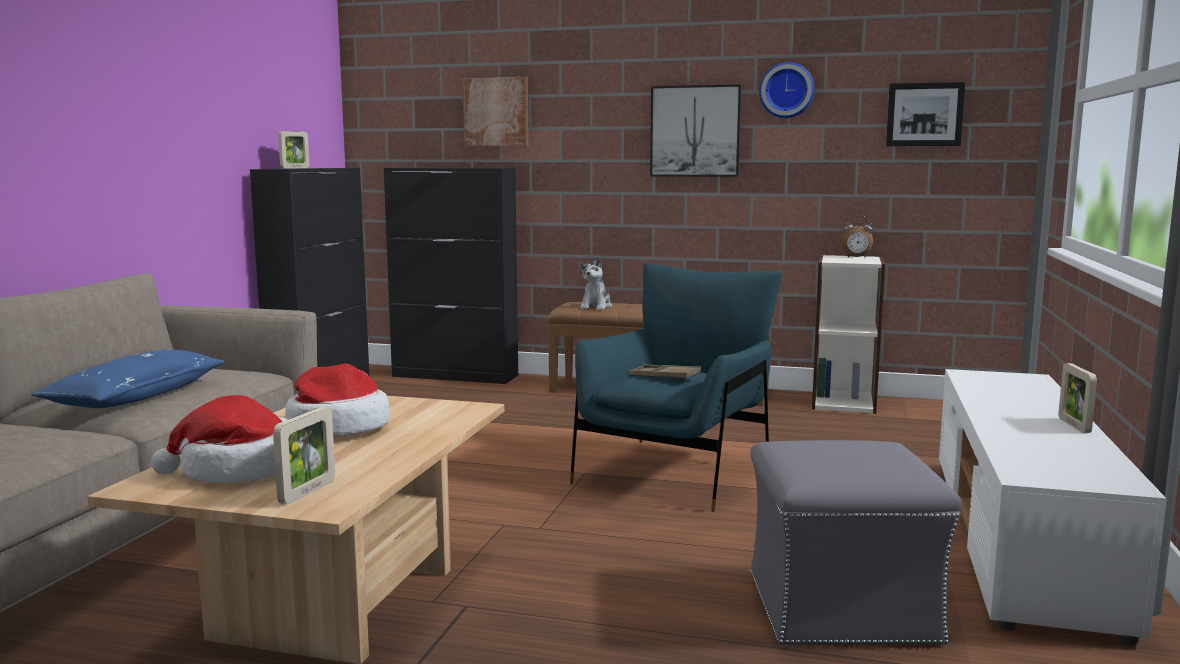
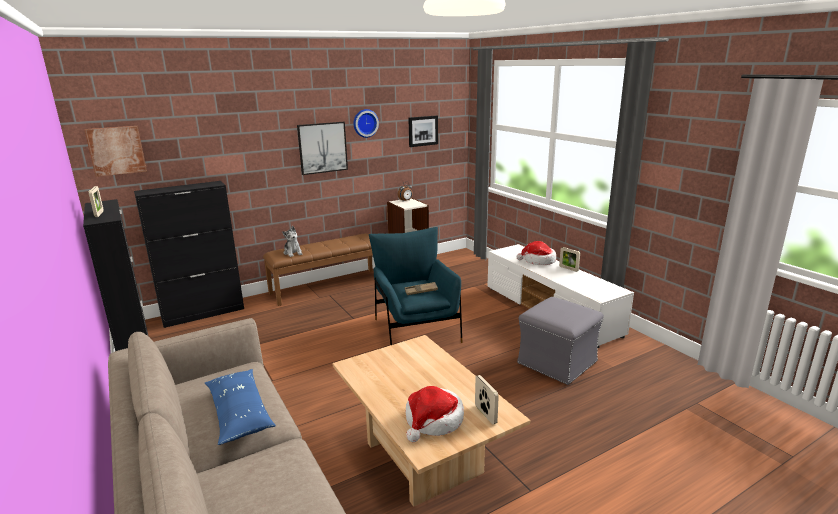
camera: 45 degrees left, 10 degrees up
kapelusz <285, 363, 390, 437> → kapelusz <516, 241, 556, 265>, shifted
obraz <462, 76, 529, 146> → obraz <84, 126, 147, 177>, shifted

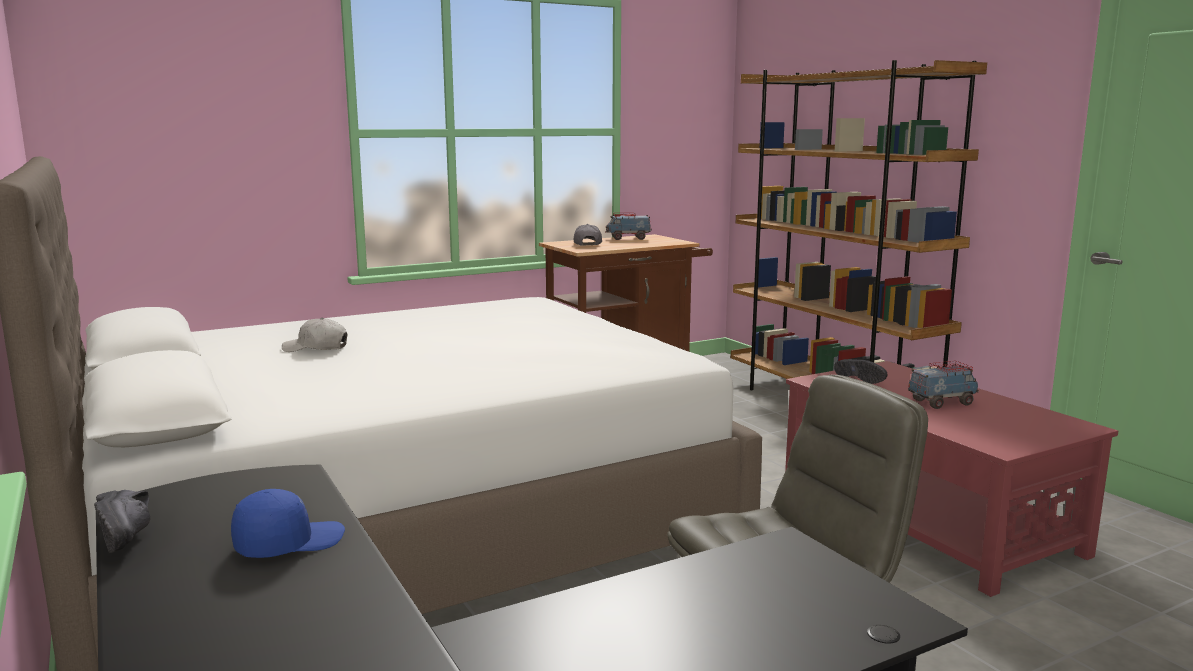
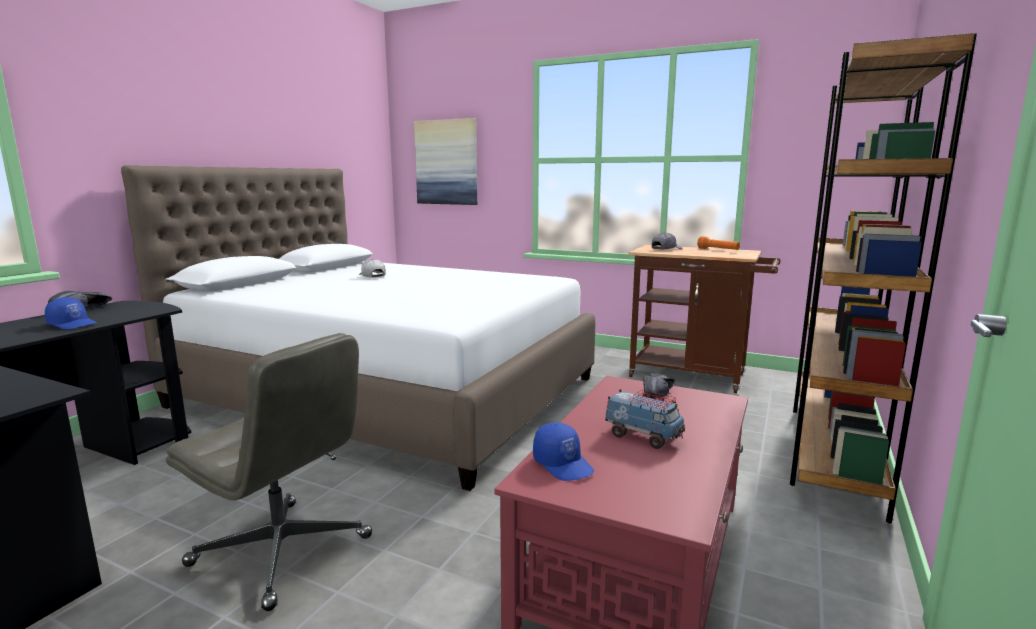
camera: 55 degrees right, 0 degrees up
ciężarówka zabawkowa <605, 212, 652, 240> → latarka [pomarańczowy] <697, 236, 740, 250>
- → obraz <414, 118, 477, 205>
- → czapka z daszkiem [niebieski] <533, 422, 594, 481>

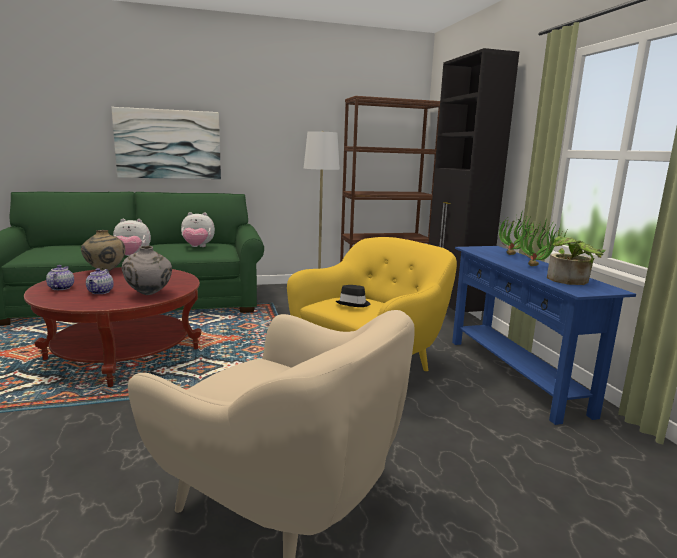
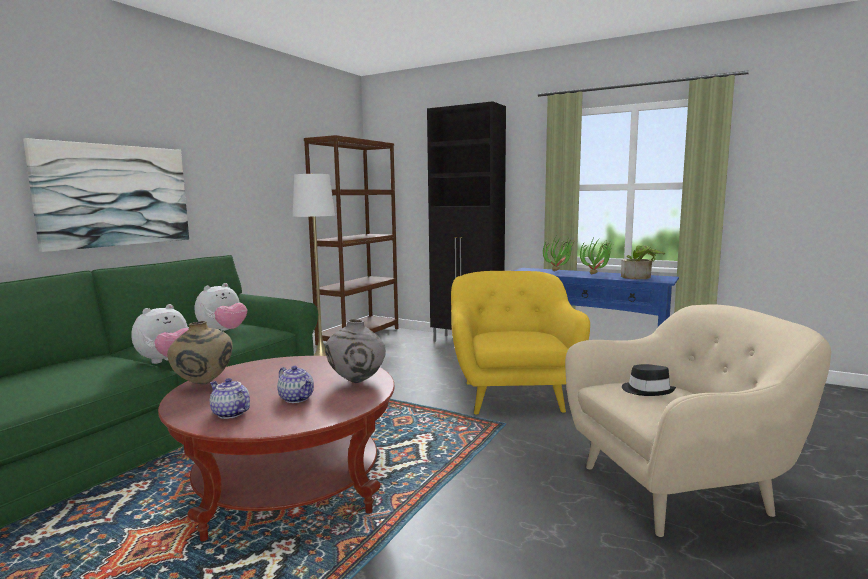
camera: 45 degrees left, 5 degrees down
kapelusz [czarny] <336, 285, 370, 307> → kapelusz [czarny] <622, 364, 676, 396>, shifted

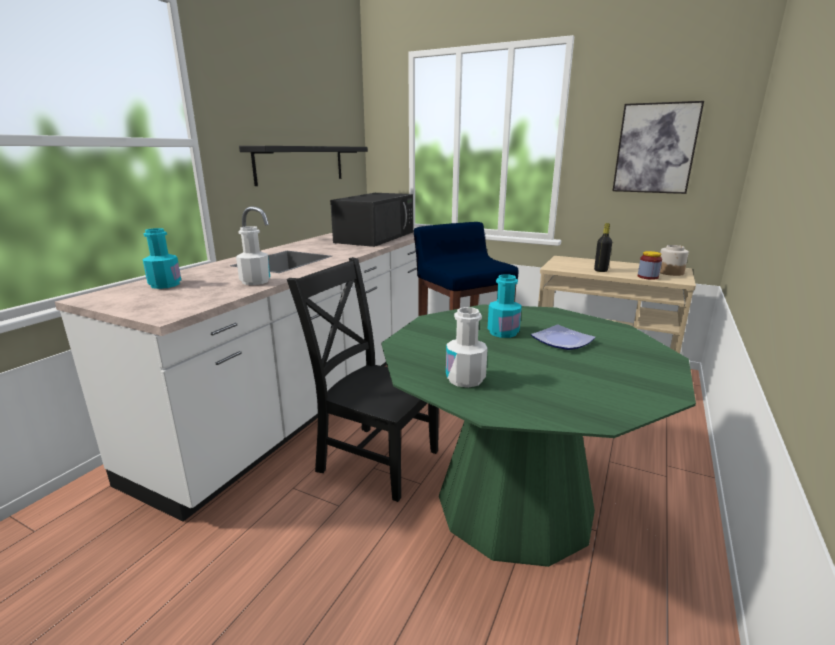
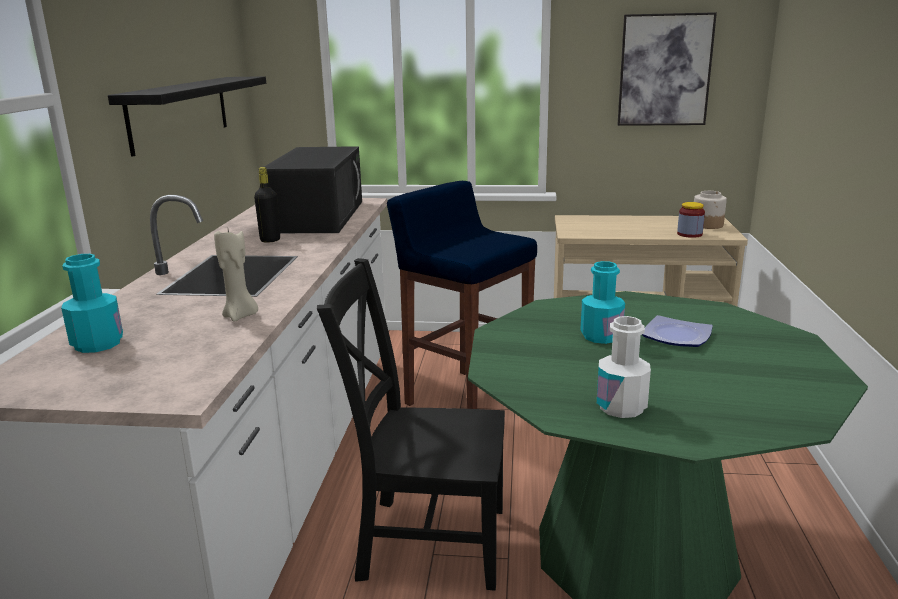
camera: 20 degrees left, 0 degrees up
butelka [biały] <236, 226, 270, 285> → świeca [beżowy] <214, 230, 258, 322>
butelka [czarny] <594, 223, 612, 272> → butelka [czarny] <254, 167, 280, 243>, shifted

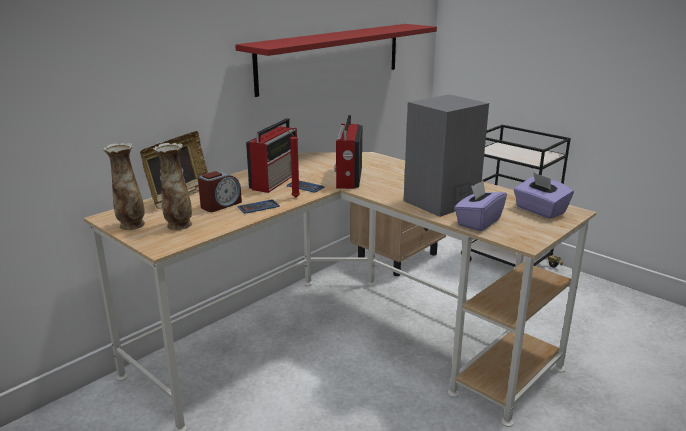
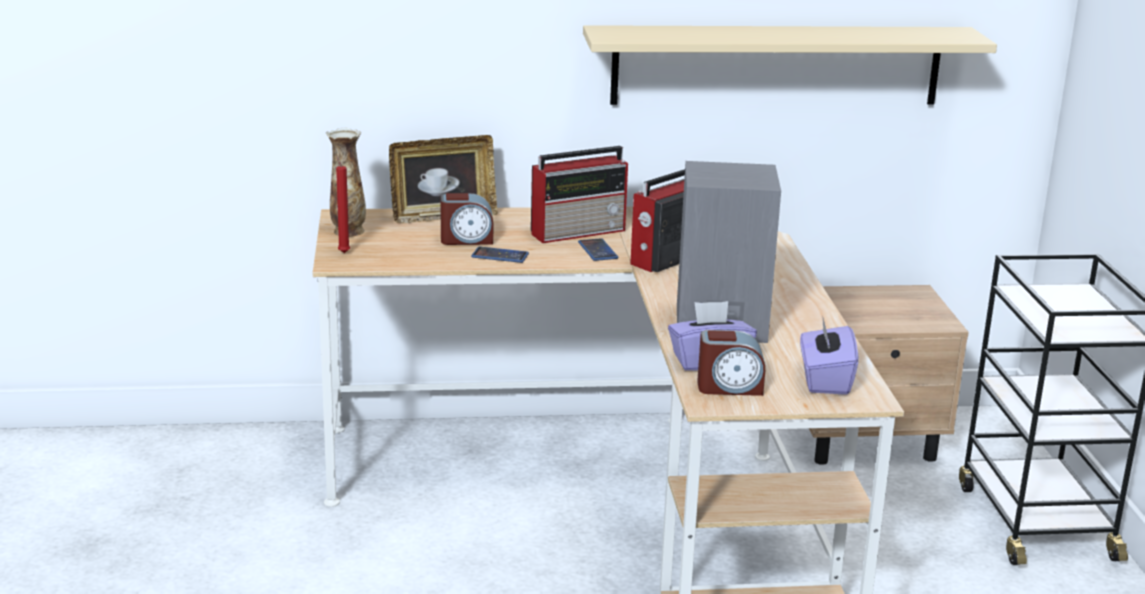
camera: 40 degrees right, 0 degrees up
wazon <153, 143, 192, 230> → -
półka [czerwony] <235, 24, 437, 97> → półka [beżowy] <583, 25, 997, 105>
świeca [czerwony] <287, 130, 300, 197> → świeca [czerwony] <336, 155, 350, 253>, shifted
- → budzik <697, 330, 765, 396>

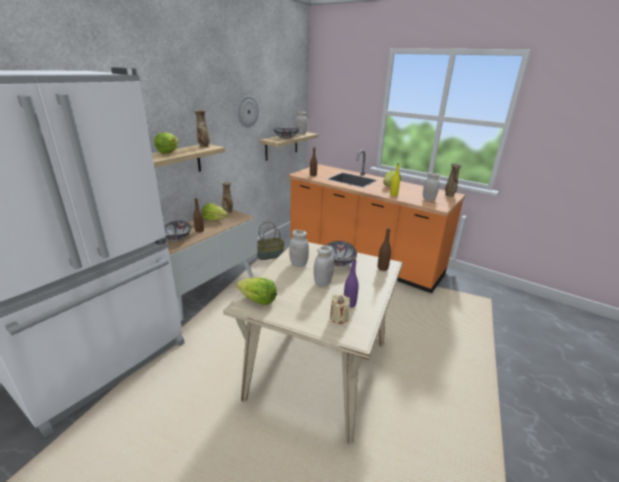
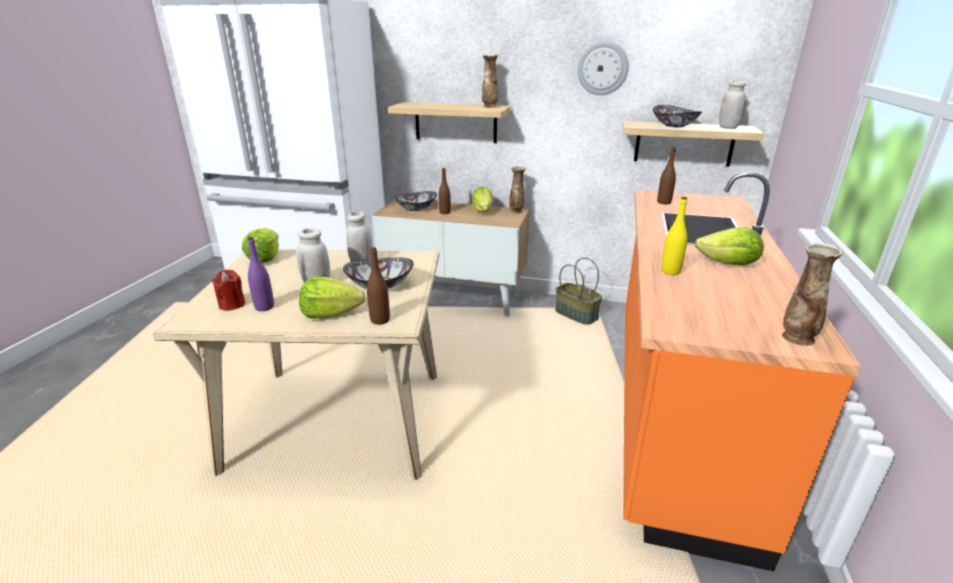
camera: 70 degrees right, 0 degrees up
sałata <154, 132, 179, 154> → sałata <299, 277, 365, 319>, shifted
świeca [beżowy] <330, 294, 350, 324> → świeca [czerwony] <211, 270, 245, 311>
słoik [biały] <423, 172, 439, 201> → -

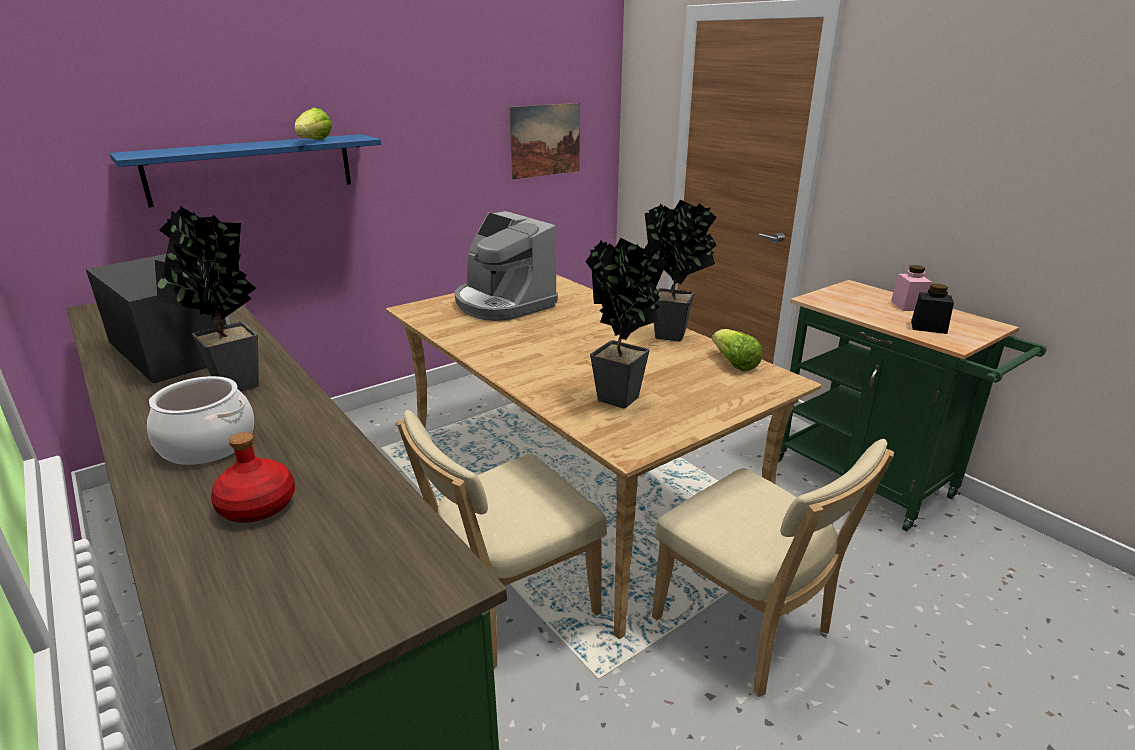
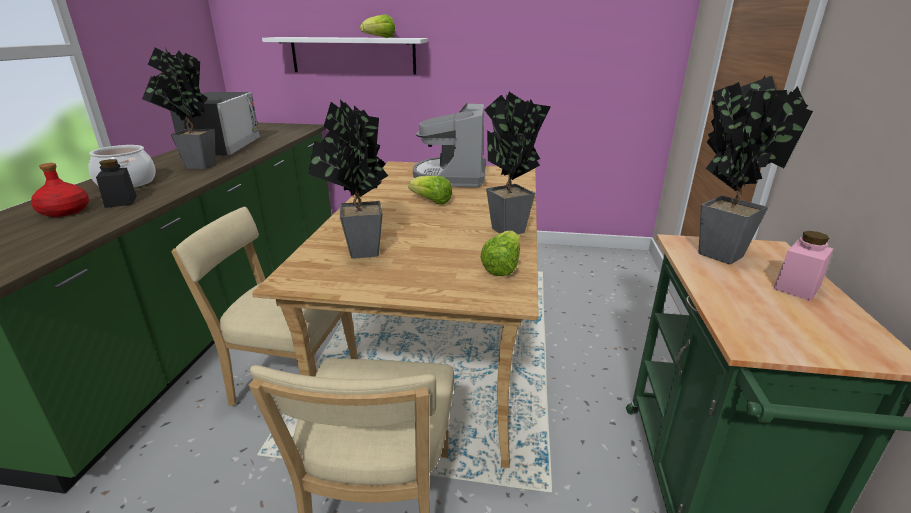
camera: 45 degrees right, 0 degrees up
półka [niebieski] <109, 134, 381, 207> → półka [biały] <262, 37, 428, 74>
obraz <509, 103, 580, 179> → -
słoik [czarny] <911, 284, 954, 334> → słoik [czarny] <96, 159, 137, 208>, shifted
- → sałata <408, 176, 452, 205>
- → roślina doniczkowa <699, 76, 813, 264>

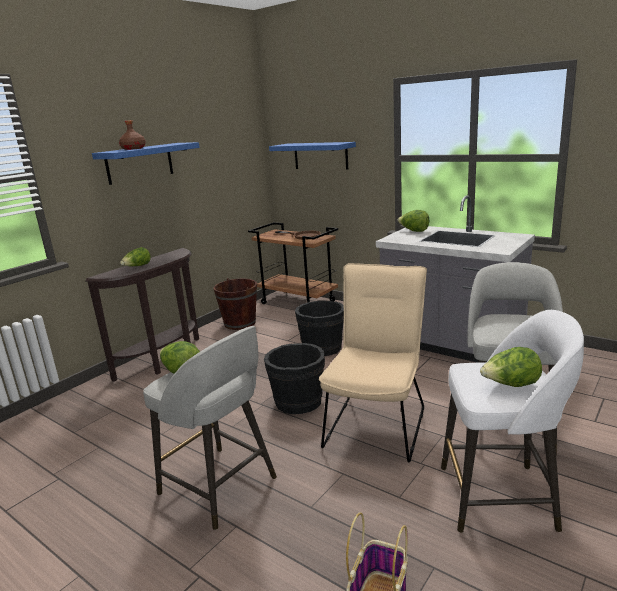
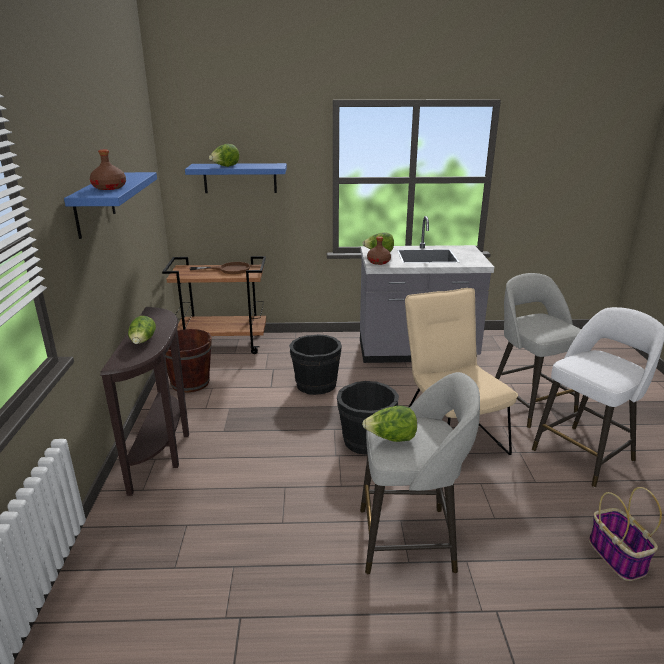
camera: 40 degrees left, 5 degrees up
sałata <480, 347, 542, 387> → sałata <209, 144, 240, 167>, shifted
- → butelka [brązowy] <367, 236, 391, 265>

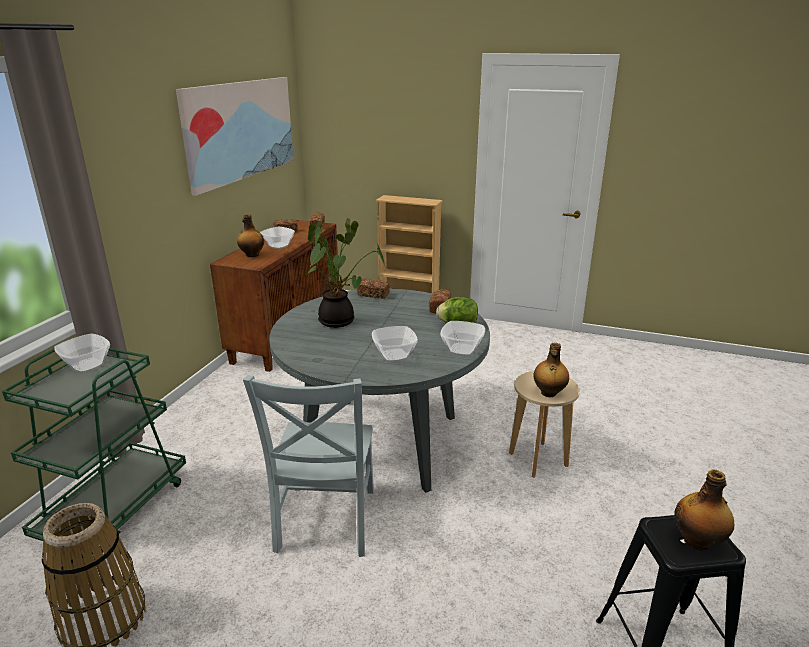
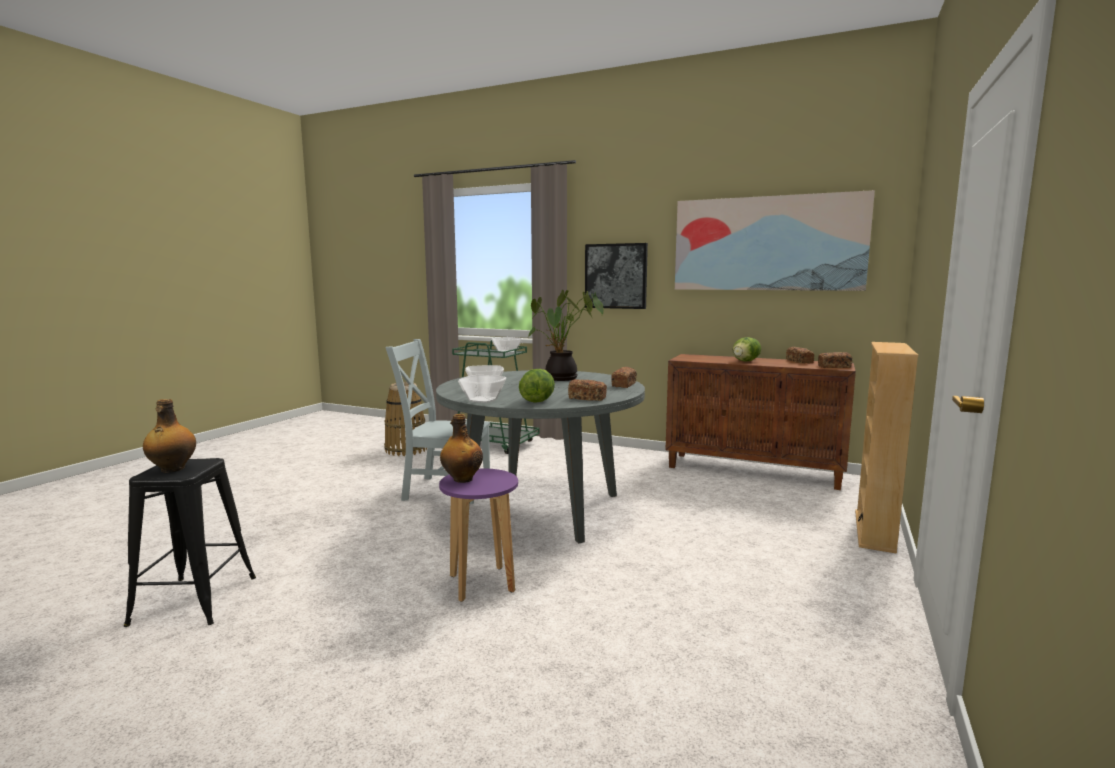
camera: 95 degrees right, 15 degrees down
butelka <237, 214, 264, 257> → -
miska <260, 227, 295, 249> → sałata <733, 337, 761, 361>
stołek [beżowy] <509, 371, 580, 478> → stołek [fioletowy] <439, 469, 518, 602>
- → obraz <585, 243, 648, 309>

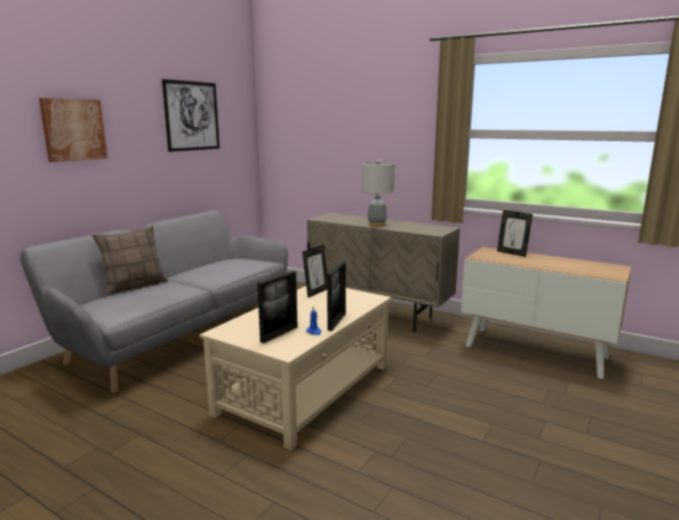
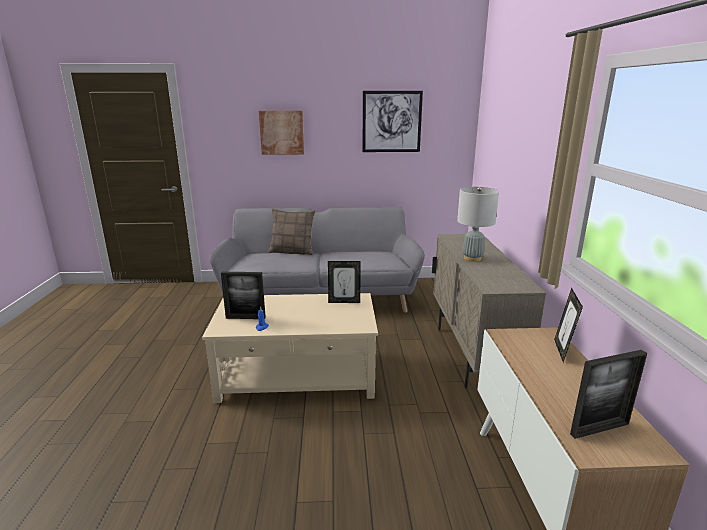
camera: 55 degrees right, 5 degrees up
ramka na zdjęcie <327, 261, 346, 331> → ramka na zdjęcie <570, 350, 647, 439>, shifted

